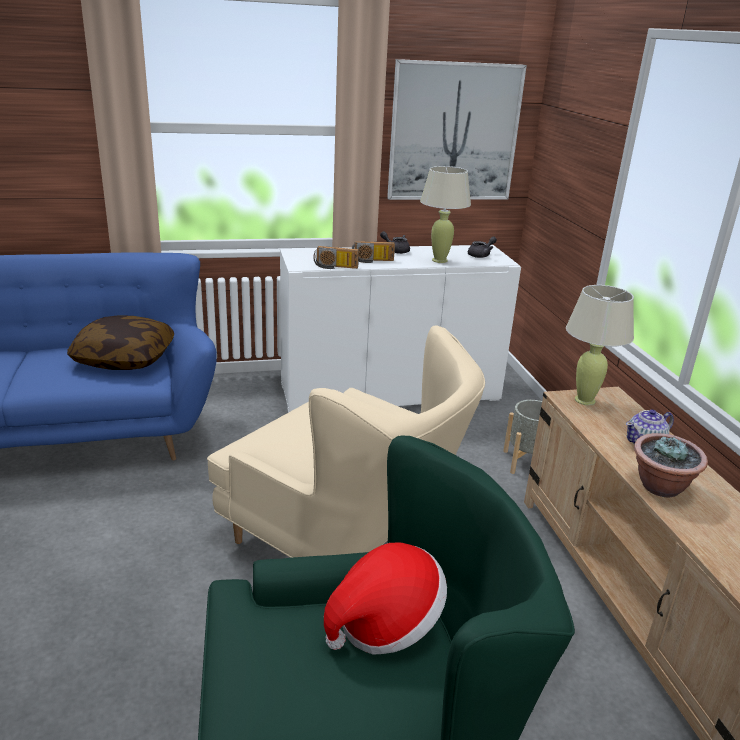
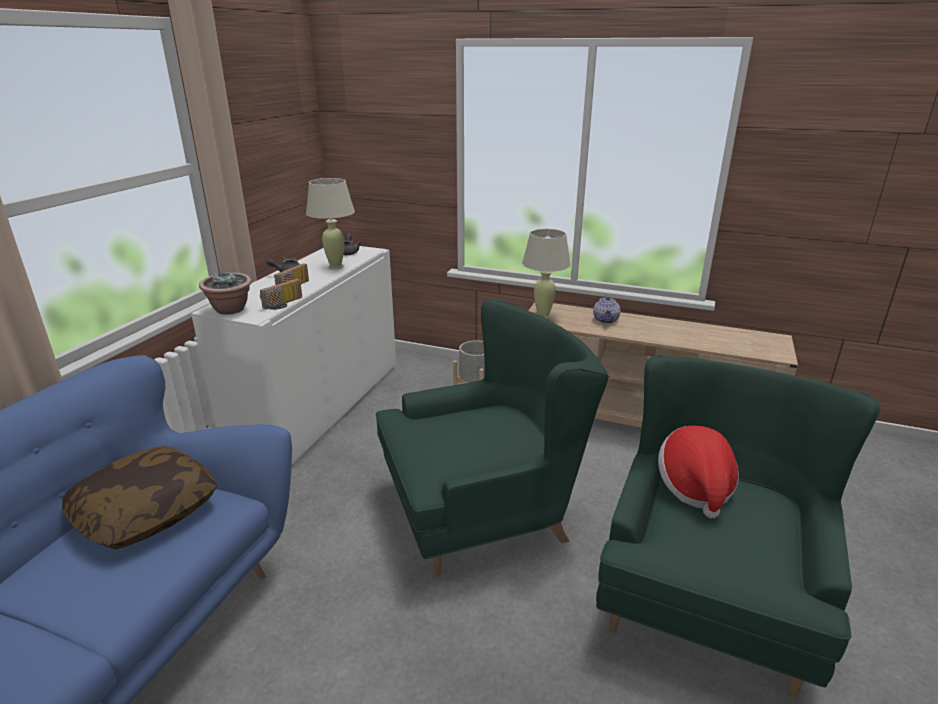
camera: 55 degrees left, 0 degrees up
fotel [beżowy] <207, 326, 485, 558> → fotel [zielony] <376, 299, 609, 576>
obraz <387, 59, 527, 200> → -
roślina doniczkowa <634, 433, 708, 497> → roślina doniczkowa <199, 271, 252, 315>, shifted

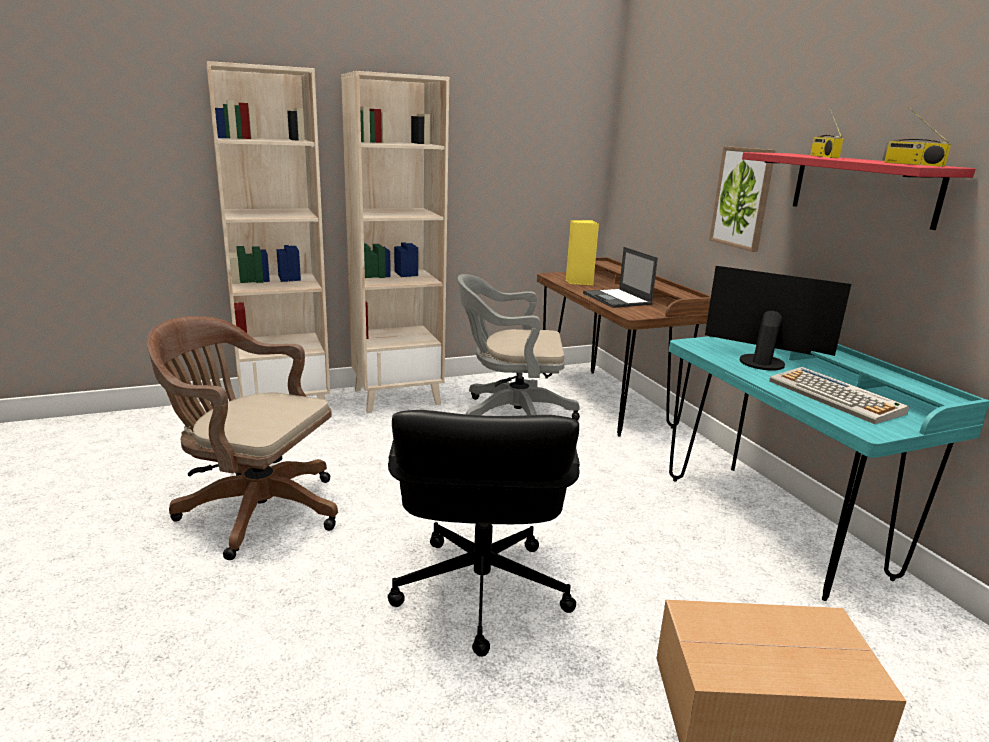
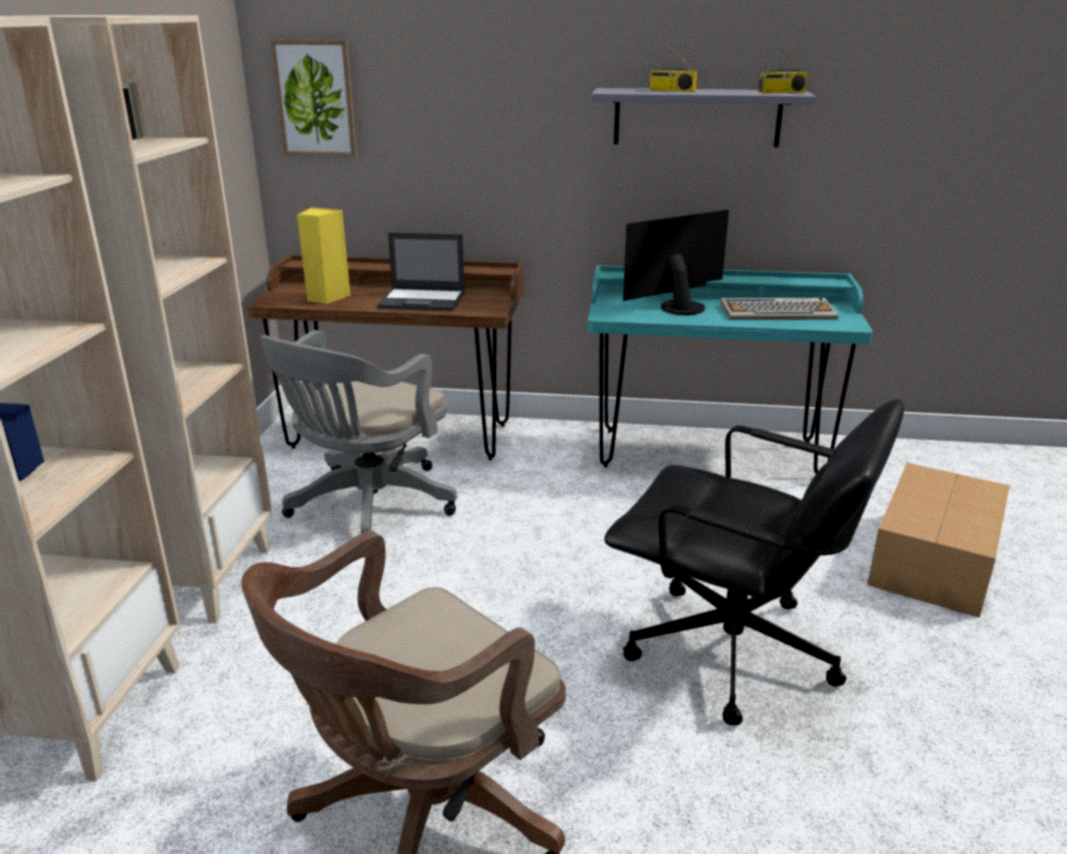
camera: 60 degrees left, 5 degrees up
obraz <709, 146, 776, 252> → obraz <270, 40, 357, 157>, shifted
półka [czerwony] <742, 152, 975, 230> → półka [szary] <591, 88, 816, 147>

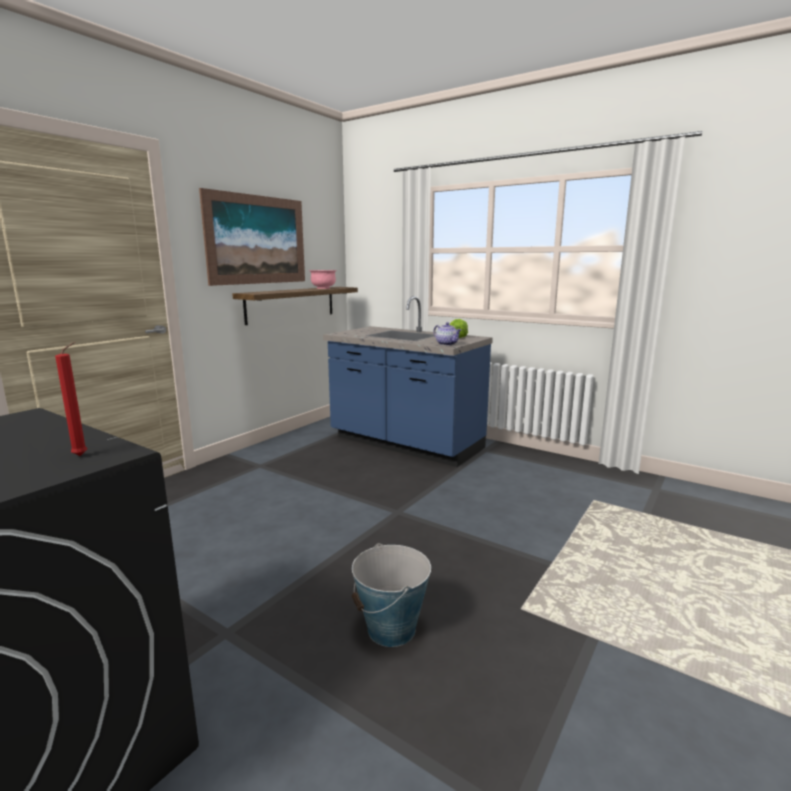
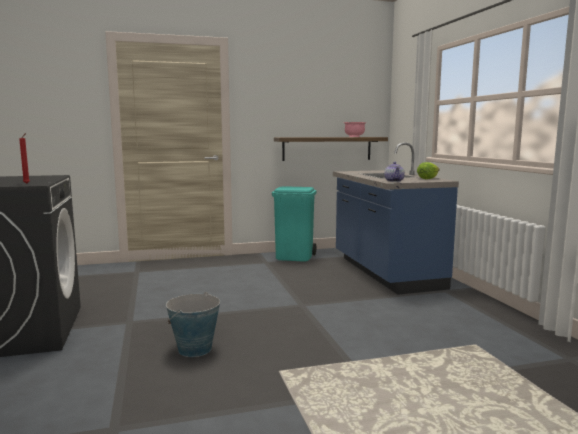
camera: 40 degrees right, 5 degrees down
obraz <199, 188, 305, 286> → -
- → kosz na śmieci [turkusowy] <272, 186, 316, 262>

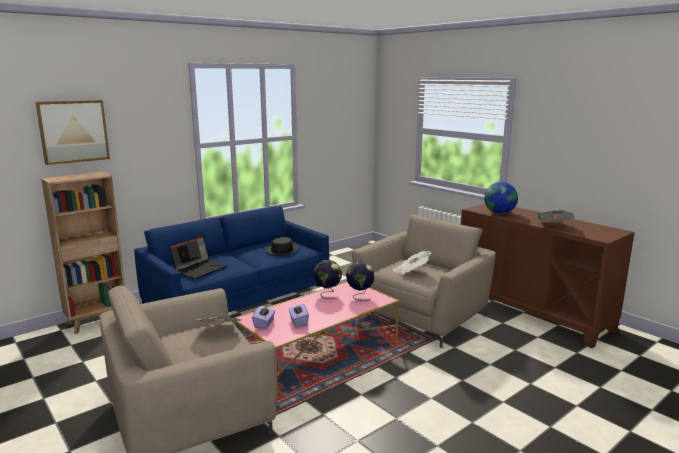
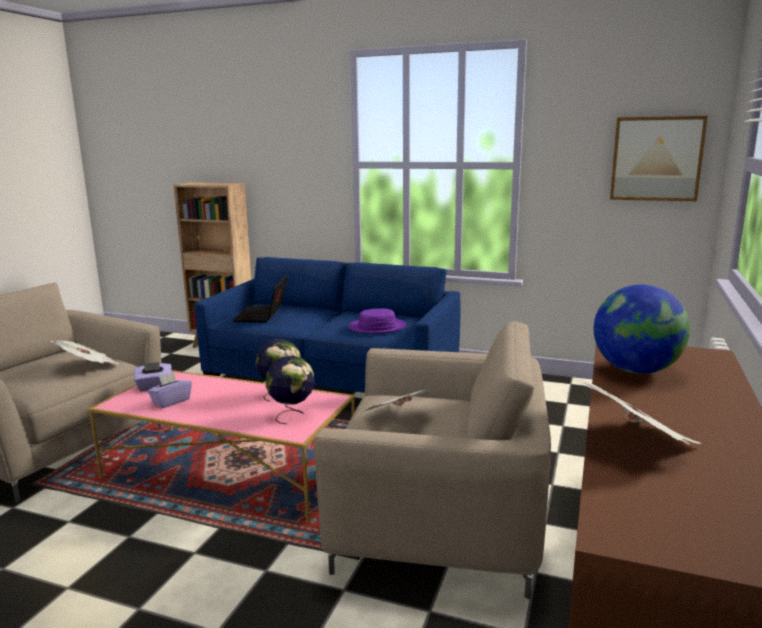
camera: 60 degrees right, 0 degrees up
obraz <35, 100, 110, 165> → obraz <610, 116, 708, 201>, shifted
laptop <169, 235, 228, 279> → laptop <233, 275, 288, 322>, 90 degrees clockwise
kapelusz [czarny] <266, 237, 299, 255> → kapelusz [fioletowy] <348, 309, 406, 334>

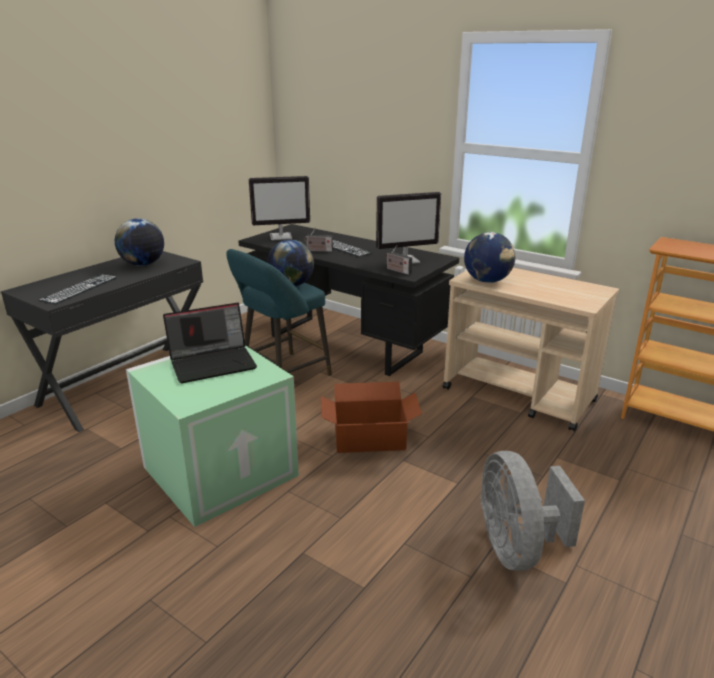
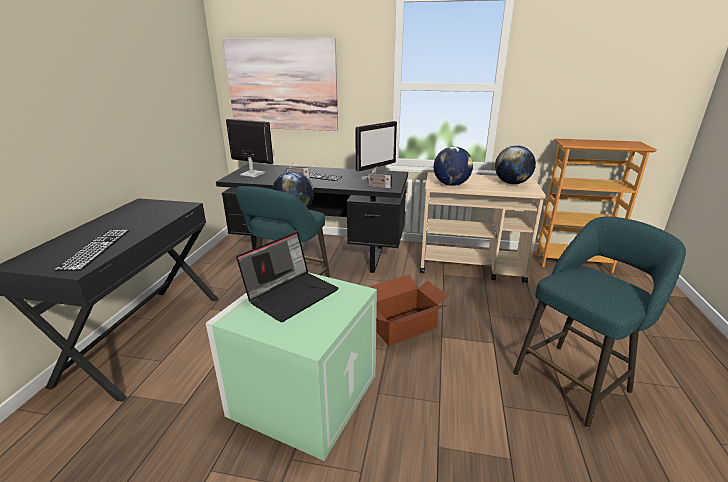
camera: 25 degrees left, 0 degrees up
globus <115, 218, 164, 266> → globus <495, 145, 536, 184>, shifted
monitor <249, 176, 310, 240> → monitor <226, 119, 274, 177>, 120 degrees counterclockwise
wentylator [szary] <480, 451, 585, 571> → stołek [turkusowy] <513, 217, 686, 428>
- → obraz <223, 38, 338, 131>

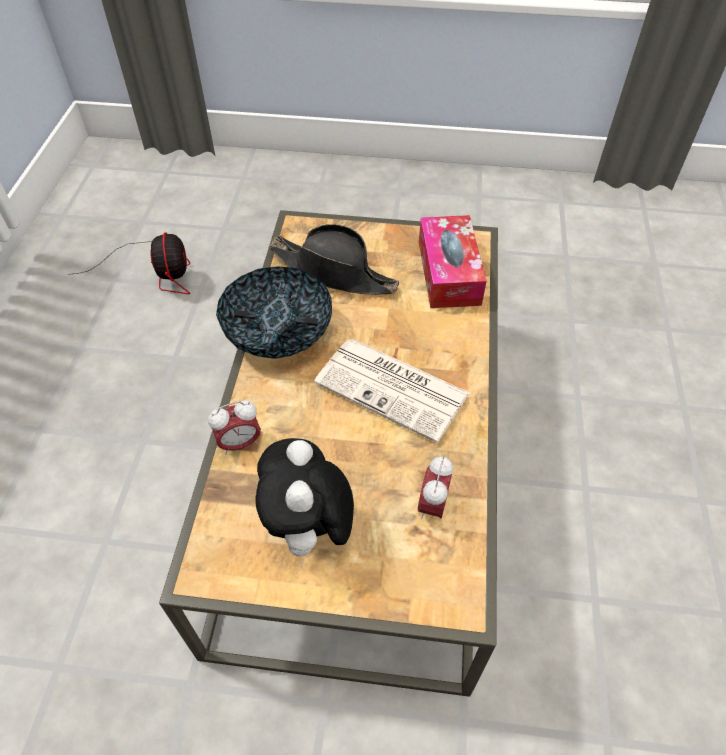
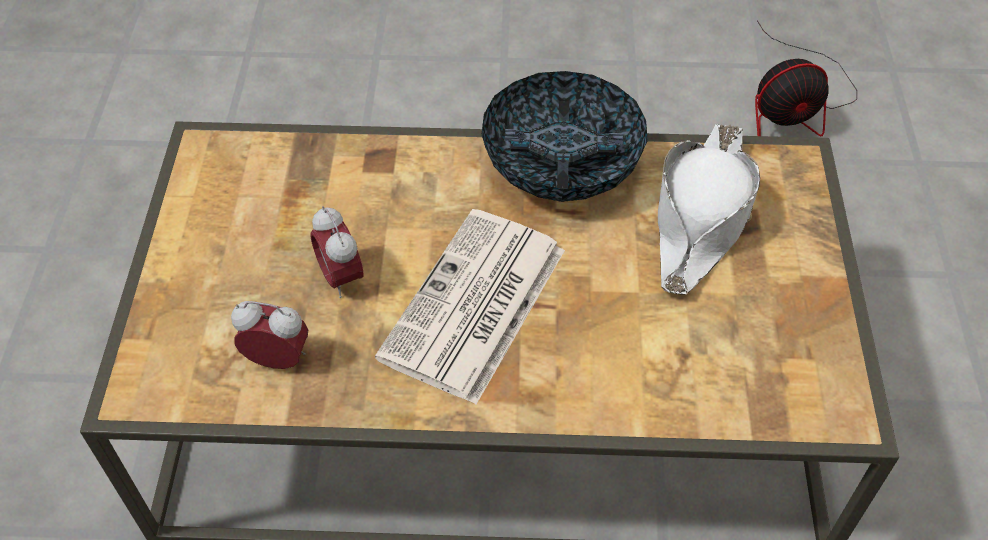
camera: 85 degrees right, 0 degrees up
budzik <208, 400, 261, 455> → budzik <310, 206, 363, 298>, shifted
pluszak <255, 438, 354, 568> → -
kapelusz [czarny] <269, 224, 399, 294> → kapelusz [biały] <658, 124, 760, 294>
pudełko chusteczek <419, 215, 487, 308> → -

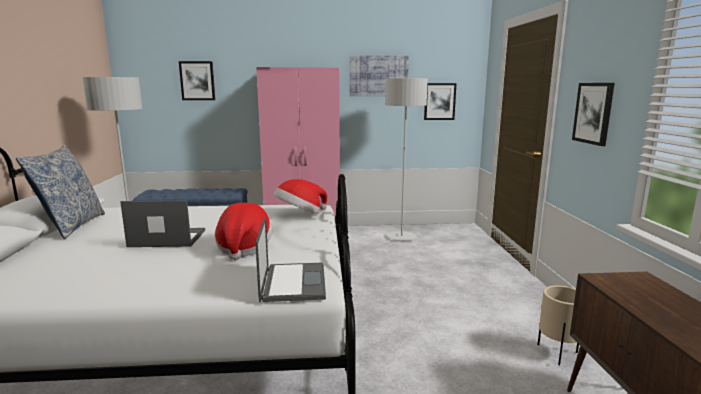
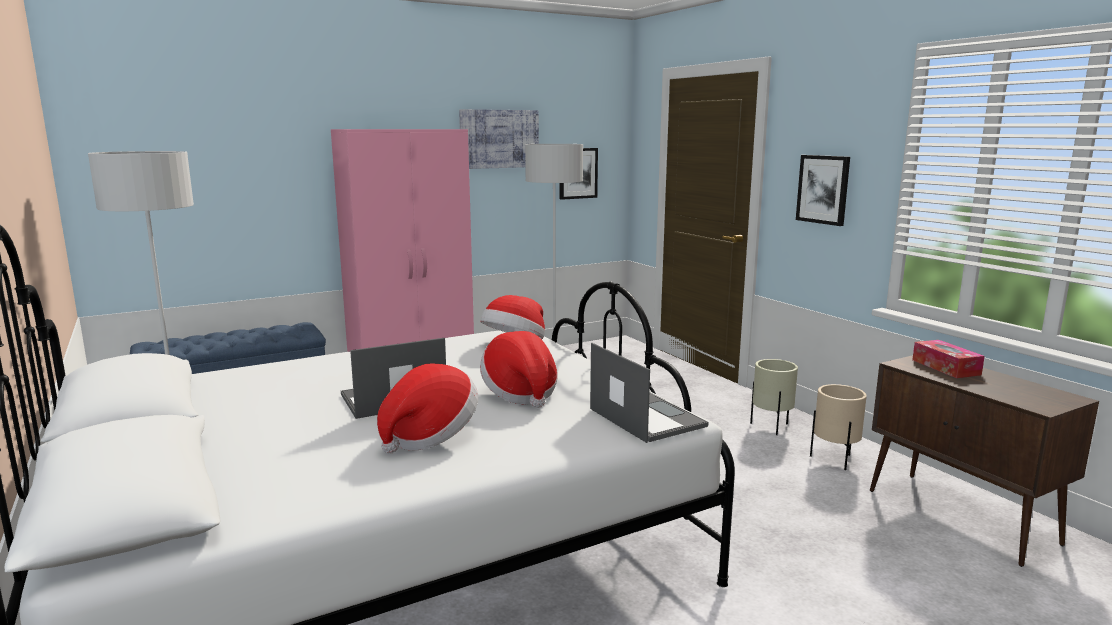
camera: 25 degrees left, 0 degrees up
poduszka <16, 145, 105, 239> → -
obraz <179, 61, 215, 100> → -
- → kapelusz <377, 364, 478, 454>
- → donica [beżowy] <750, 359, 798, 435>
- → pudełko chusteczek <912, 340, 985, 378>

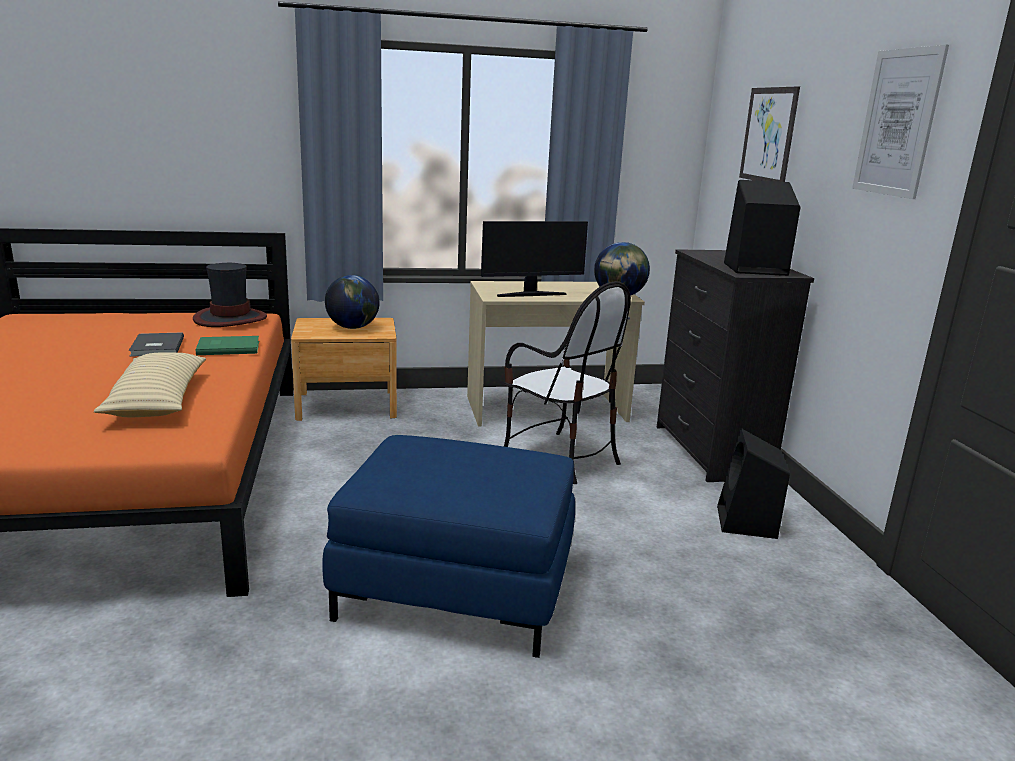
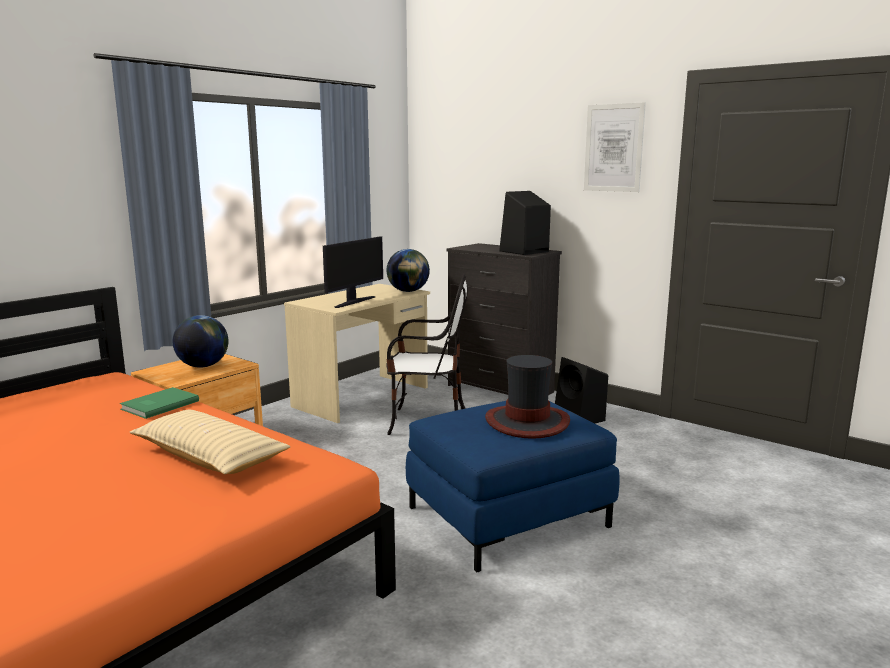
camera: 40 degrees left, 5 degrees down
książka [szary] <129, 332, 184, 357> → -
kapelusz <193, 263, 267, 327> → kapelusz <485, 355, 570, 439>, shifted
obraz <739, 86, 800, 182> → -

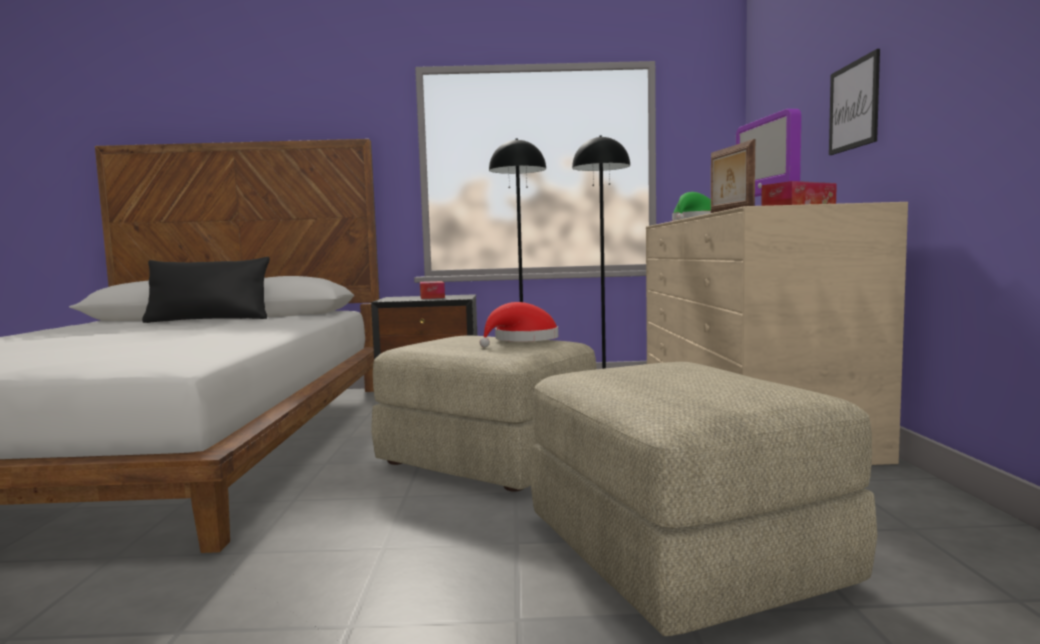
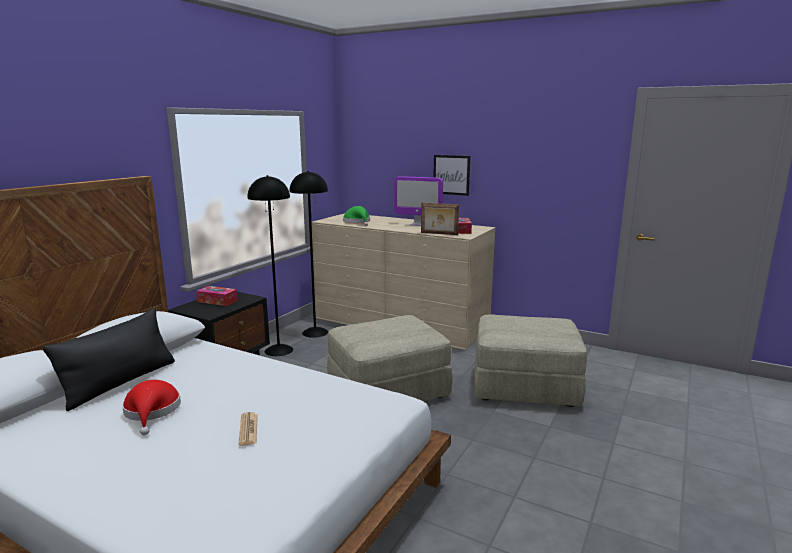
camera: 60 degrees left, 10 degrees up
kapelusz [czerwony] <480, 302, 558, 347> → kapelusz [czerwony] <122, 380, 181, 435>, shifted
- → gazeta <239, 412, 258, 446>

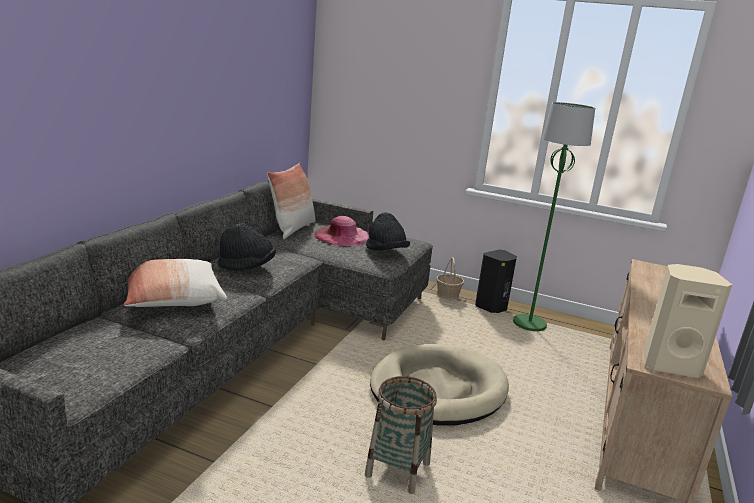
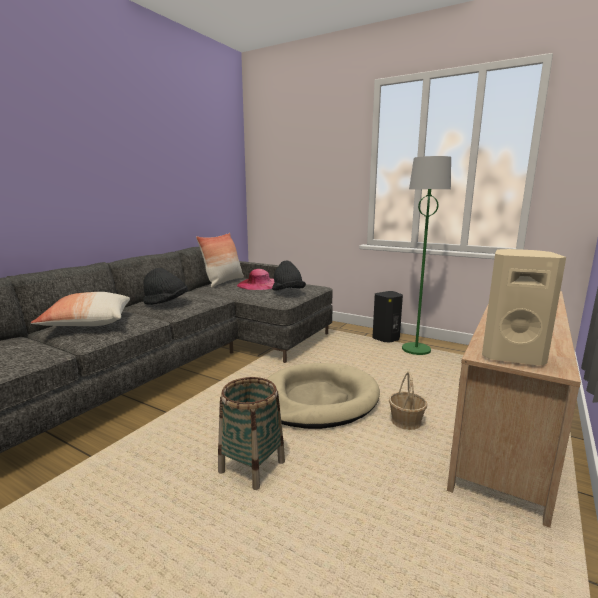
camera: 10 degrees right, 5 degrees down
koszyk <436, 257, 464, 300> → koszyk <389, 371, 427, 430>, shifted

